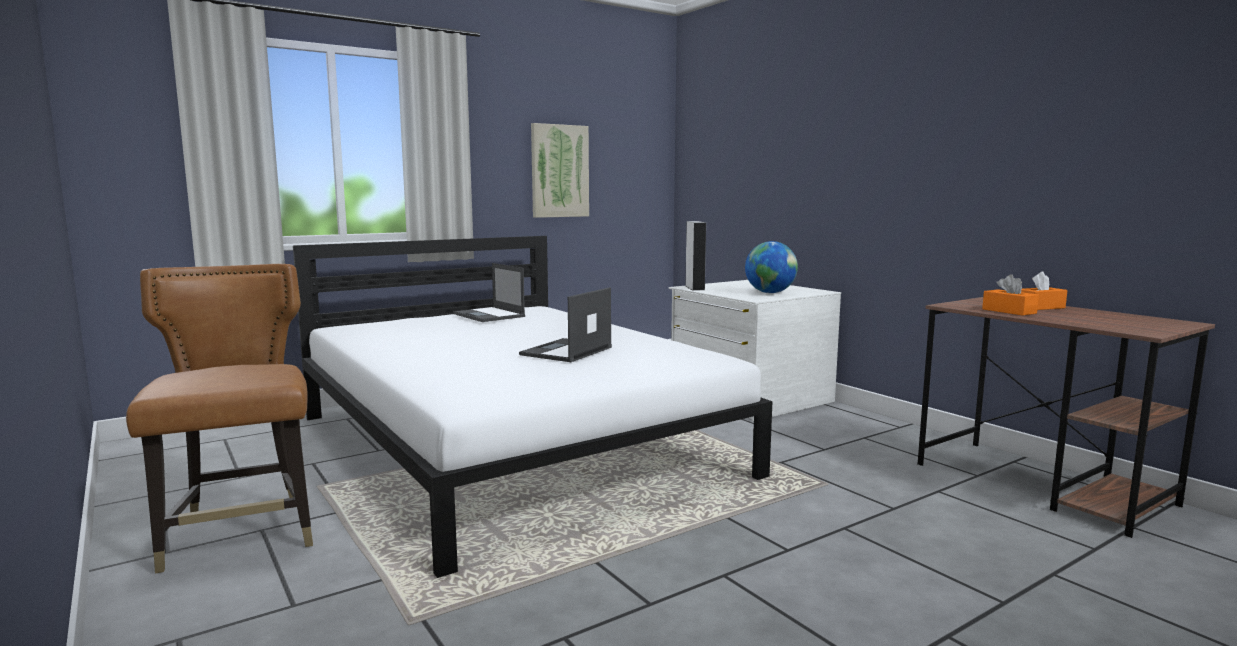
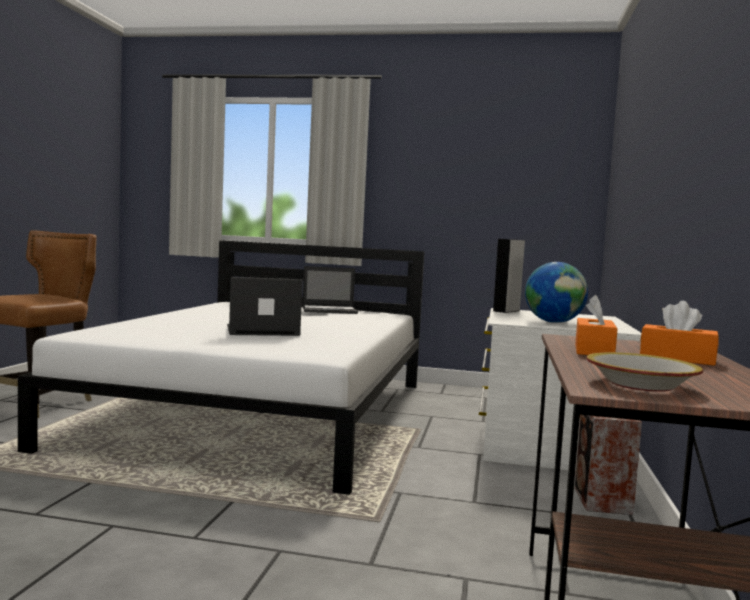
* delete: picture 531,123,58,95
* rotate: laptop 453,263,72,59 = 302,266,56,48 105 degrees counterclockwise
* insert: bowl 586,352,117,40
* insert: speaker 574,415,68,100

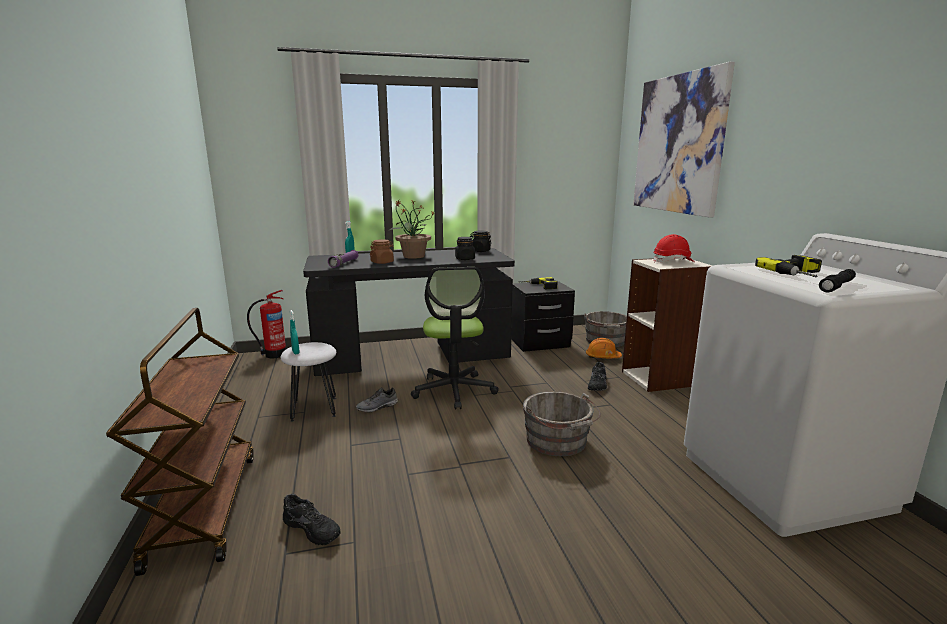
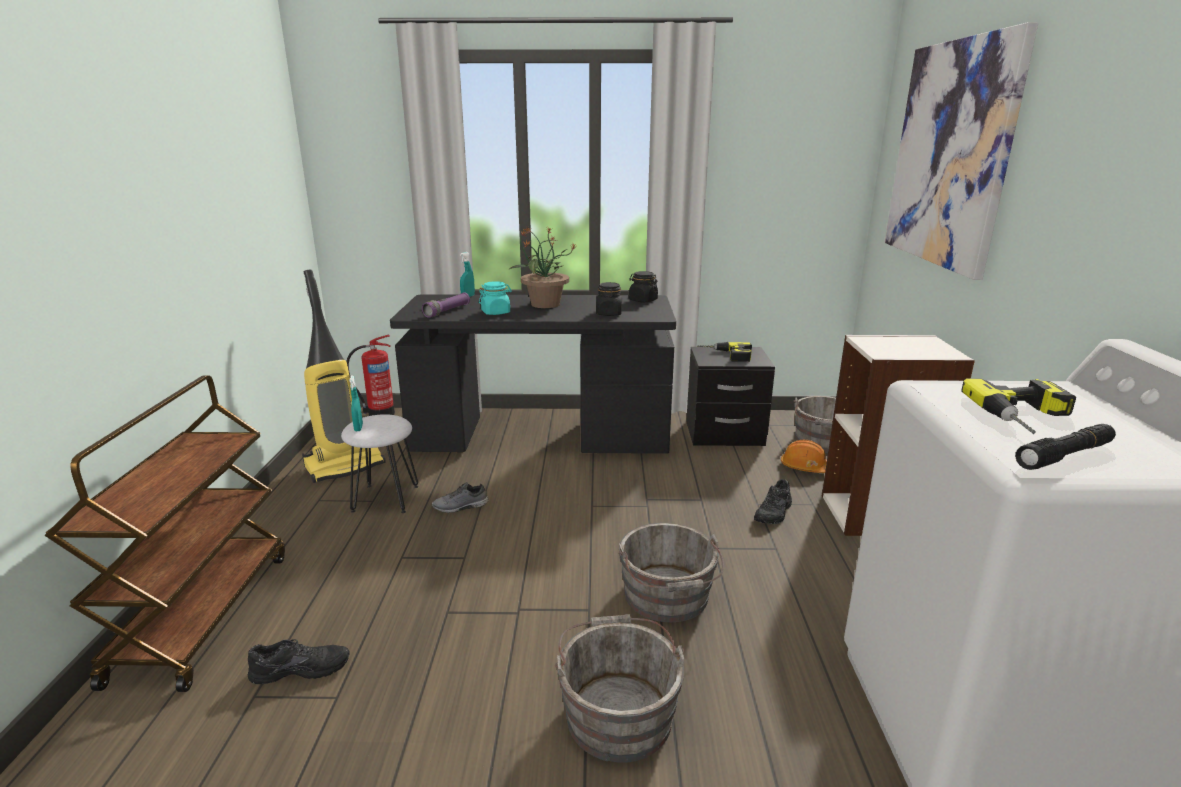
* delete: red_hard_hat 653,234,41,29
* recolor: brown_jar 370,239,24,25 to turquoise_jar 479,281,33,34
* delete: office_chair 411,267,88,143
* rotate: black_shoe 283,494,58,51 = 248,639,102,45 60 degrees counterclockwise
* insert: vacuum_cleaner 302,270,84,213
* insert: grey_bucket 555,615,129,148

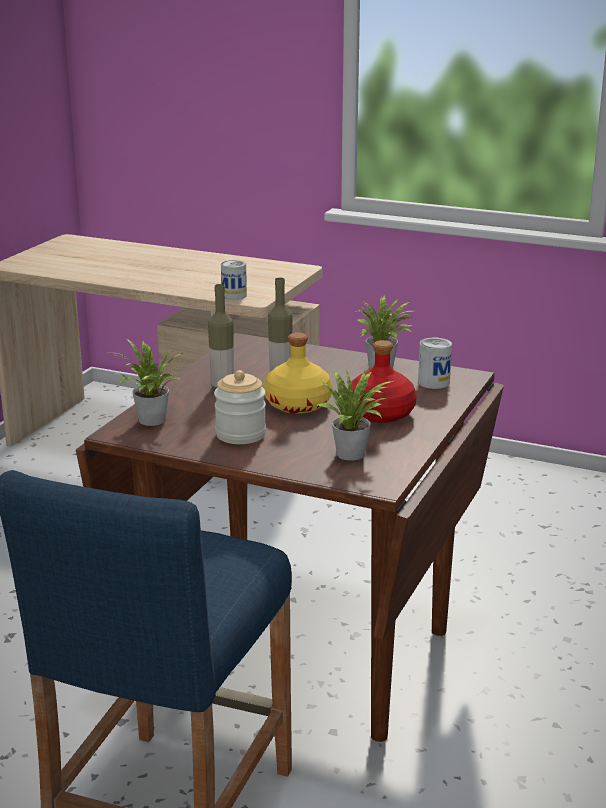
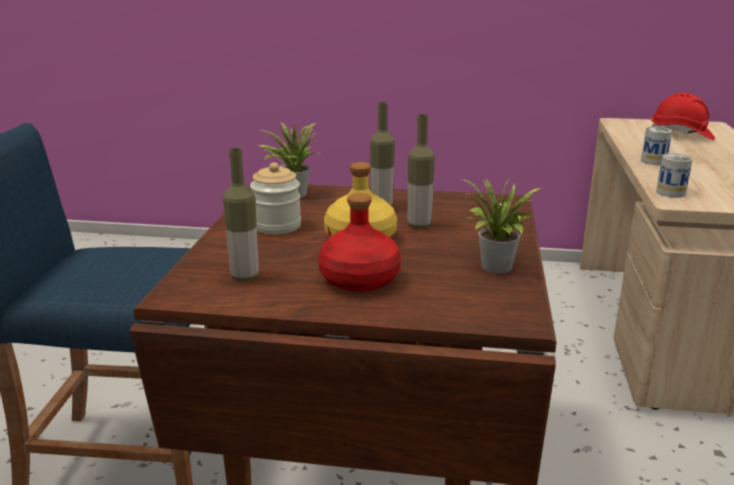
* move: can 418,338,34,51 to 641,127,31,38
* replace: potted_plant 316,369,77,92 to bottle 223,148,36,133
* insert: red_hard_hat 651,93,64,47

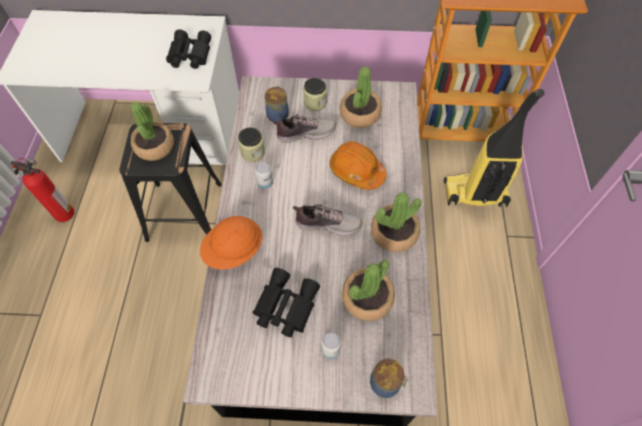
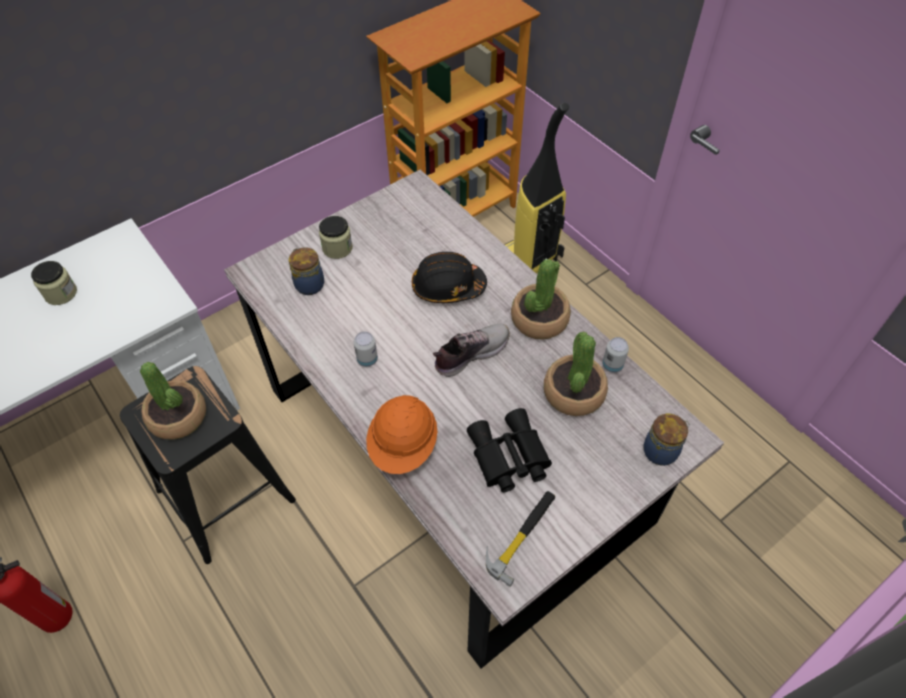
* delete: black_binoculars 166,29,45,40
* delete: potted_plant 340,67,42,61
* delete: shoe 273,115,63,28
* move: jar 238,127,27,35 to 31,261,46,44
* recolor: orange_hard_hat 329,141,57,49 to black_hard_hat 412,252,75,51
* move: can 321,333,20,26 to 602,337,27,36
* insert: hammer 486,491,69,96

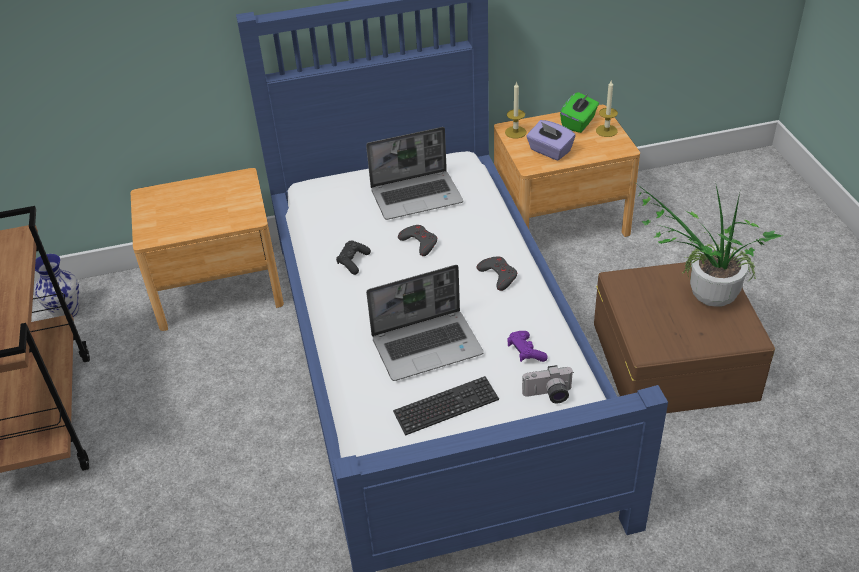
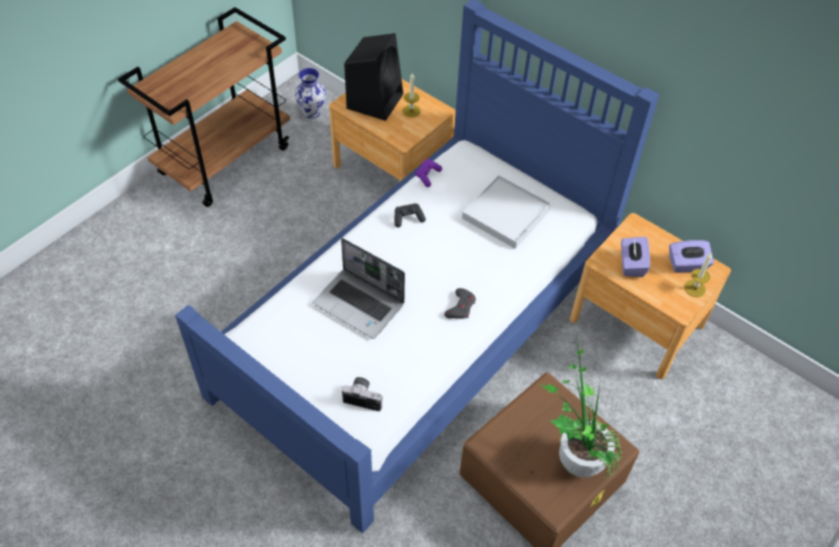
* move: candle 505,81,21,57 to 402,73,19,44
* recolor: green_tissue_box 560,92,39,41 to purple_tissue_box 669,240,45,33
* replace: laptop 366,127,97,93 to white_tray 462,175,89,74
* delete: grey_game_controller 398,225,40,31
* move: purple_game_controller 507,331,41,31 to 415,159,27,28
* rotate: photo_camera 522,365,51,38 = 342,377,41,34 150 degrees clockwise
* delete: keyboard 393,376,106,60
* insert: black_speaker 344,33,59,88

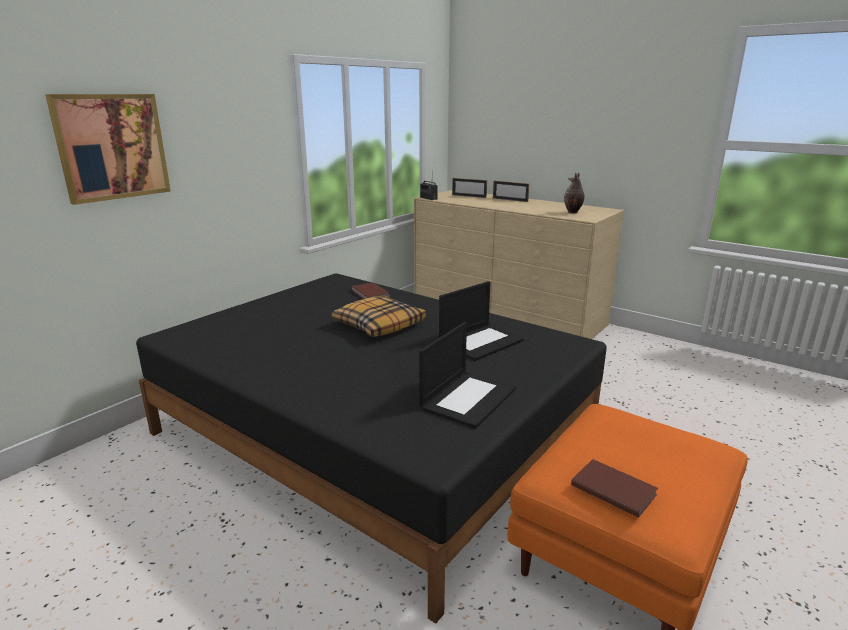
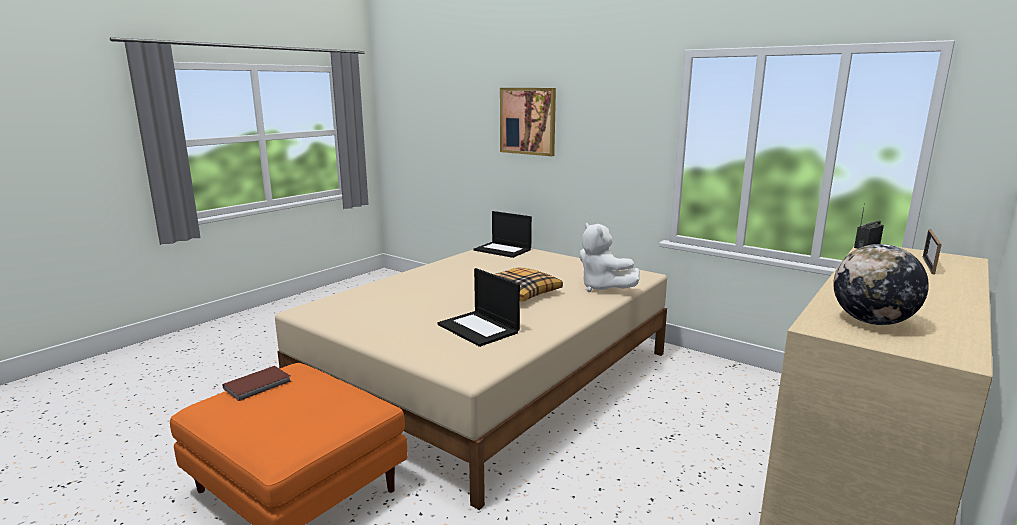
* replace: vase 564,172,21,42 to globe 833,244,96,81
* delete: picture_frame 493,181,36,21
* recolor: black_bed 136,273,471,351 to beige_bed 275,248,392,262
* replace: brown_book 352,282,39,17 to white_plush_toy 579,223,61,69
* move: laptop 419,322,97,107 to 473,211,59,47

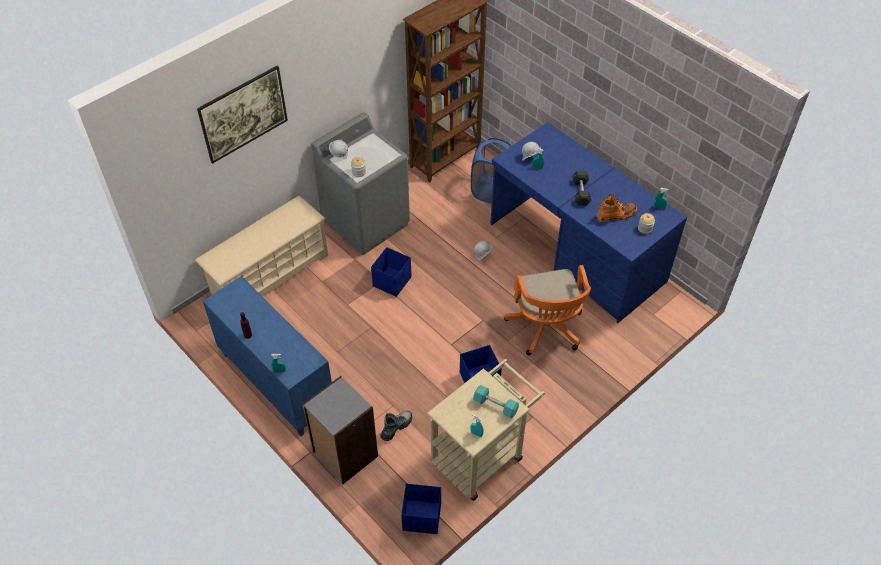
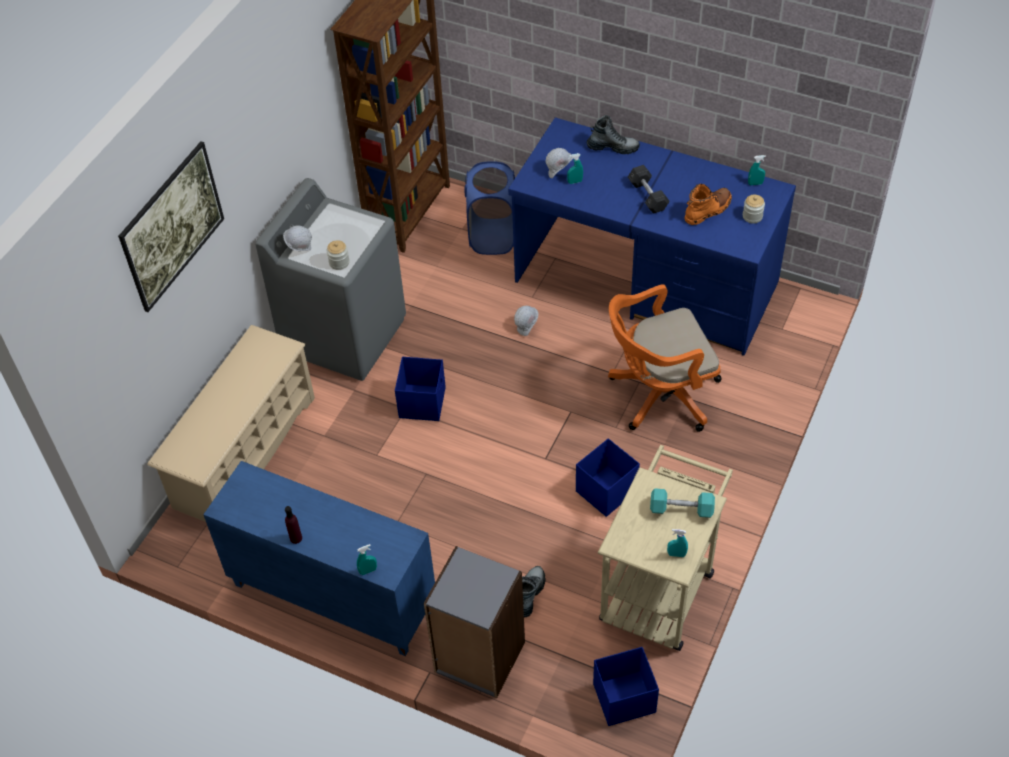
* rotate: orange_office_chair 504,265,87,90 = 608,284,114,148 105 degrees clockwise
* insert: boot 587,115,53,39

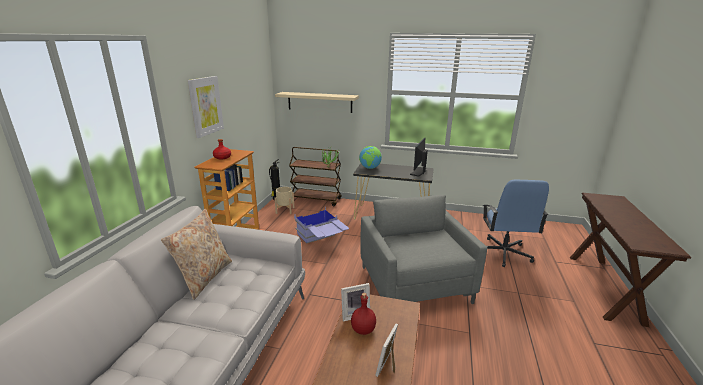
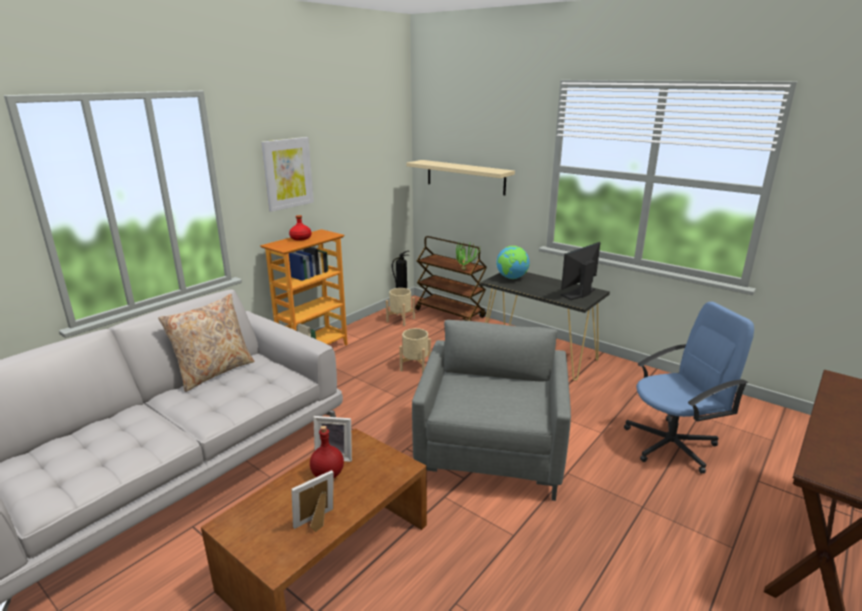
* rotate: blue_office_chair 483,180,66,87 = 624,302,130,172 135 degrees counterclockwise
* replace: blue_storage_box 294,207,55,37 to beige_planter 399,328,32,46

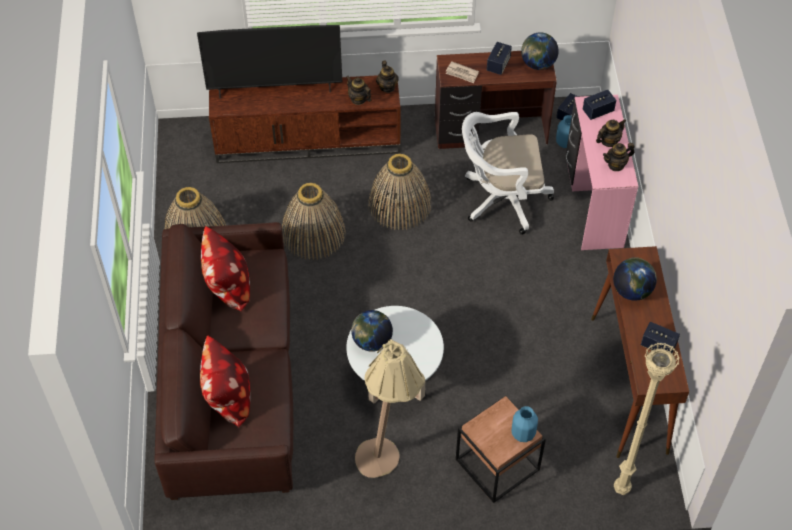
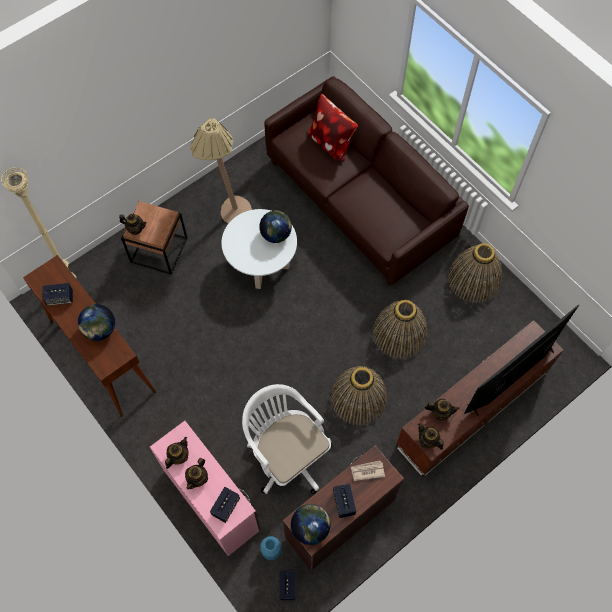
* rotate: white_office_chair 462,112,92,123 = 242,384,90,110 90 degrees counterclockwise
* delete: pillow 201,227,49,84
* replace: blue_vase 512,406,26,36 to teapot 119,214,27,21

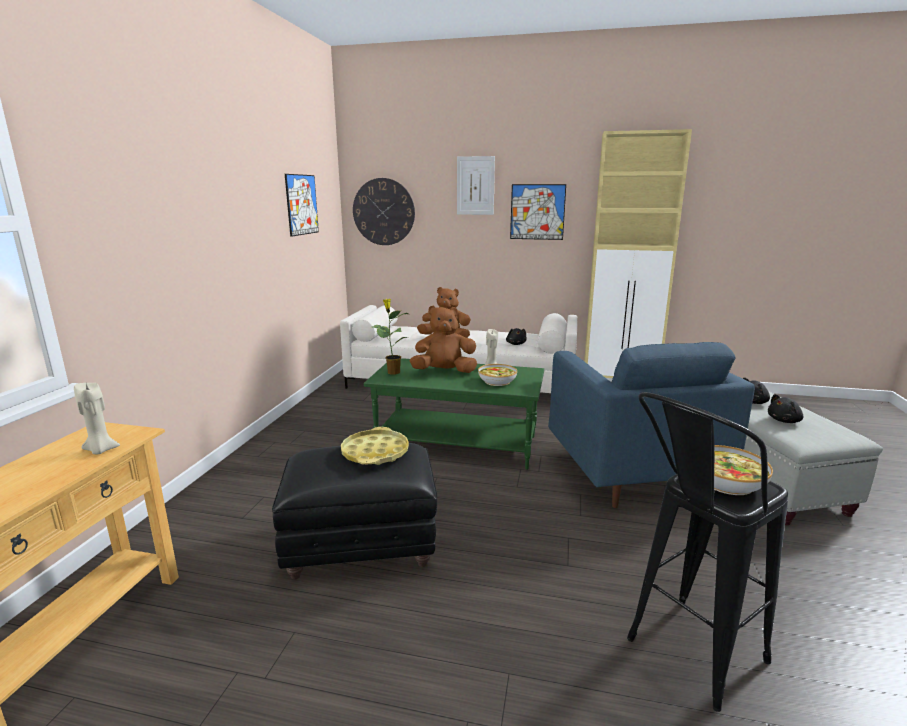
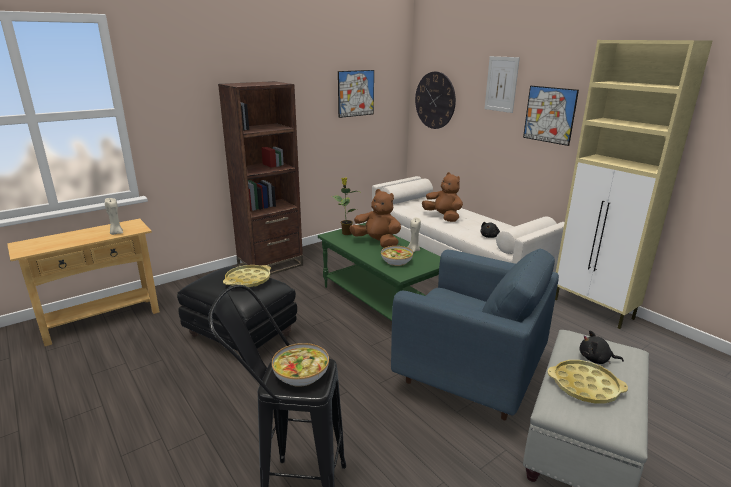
* rotate: blue_armchair 548,342,207,166 = 391,249,168,171 90 degrees counterclockwise
* replace: black_plush_toy 768,394,35,29 to yellow_tray 548,360,80,43
* insert: brown_bookcase 218,81,85,194

